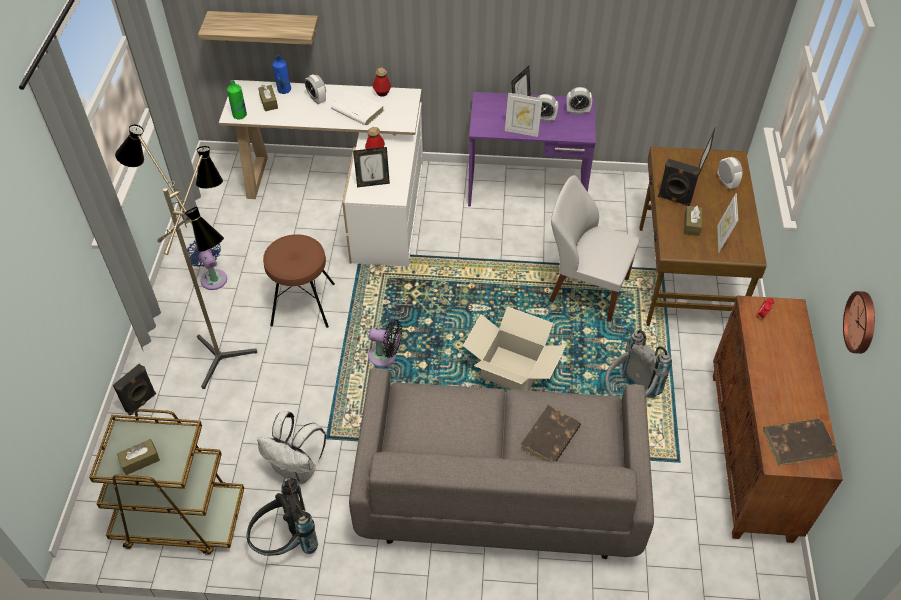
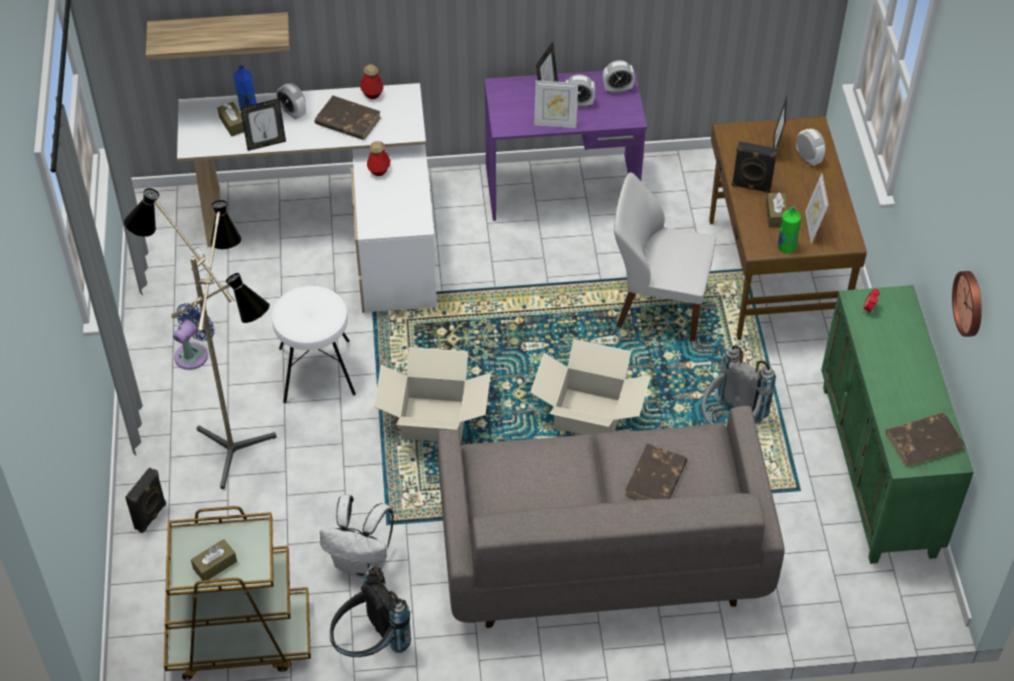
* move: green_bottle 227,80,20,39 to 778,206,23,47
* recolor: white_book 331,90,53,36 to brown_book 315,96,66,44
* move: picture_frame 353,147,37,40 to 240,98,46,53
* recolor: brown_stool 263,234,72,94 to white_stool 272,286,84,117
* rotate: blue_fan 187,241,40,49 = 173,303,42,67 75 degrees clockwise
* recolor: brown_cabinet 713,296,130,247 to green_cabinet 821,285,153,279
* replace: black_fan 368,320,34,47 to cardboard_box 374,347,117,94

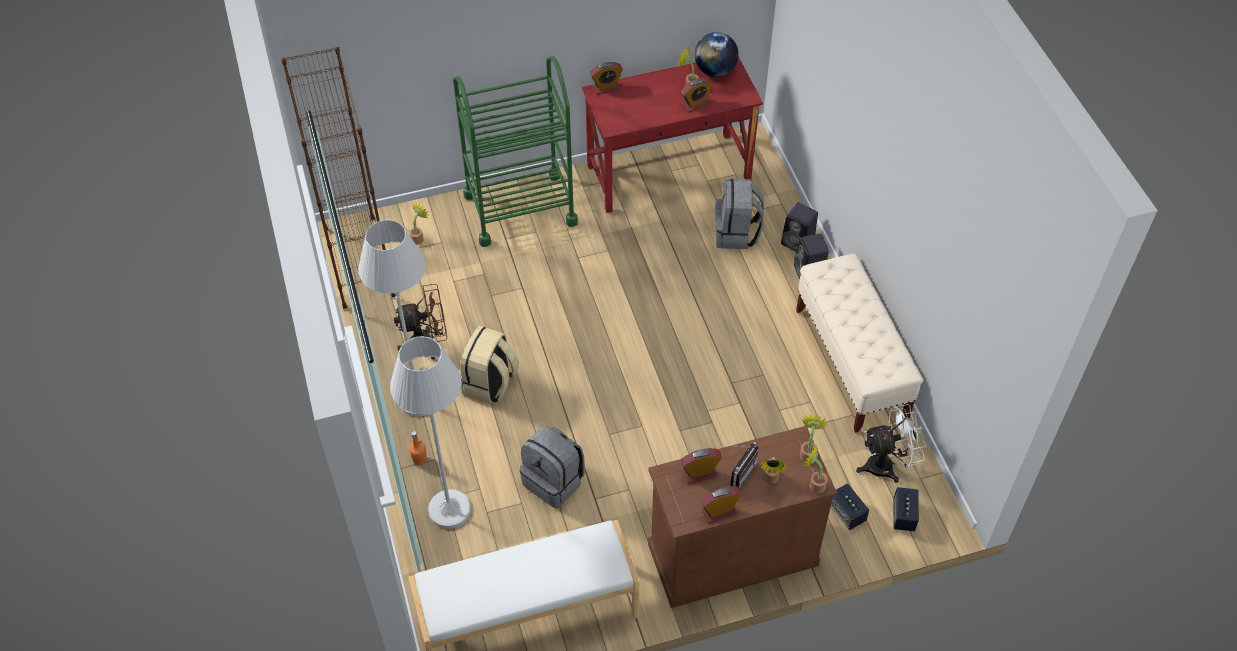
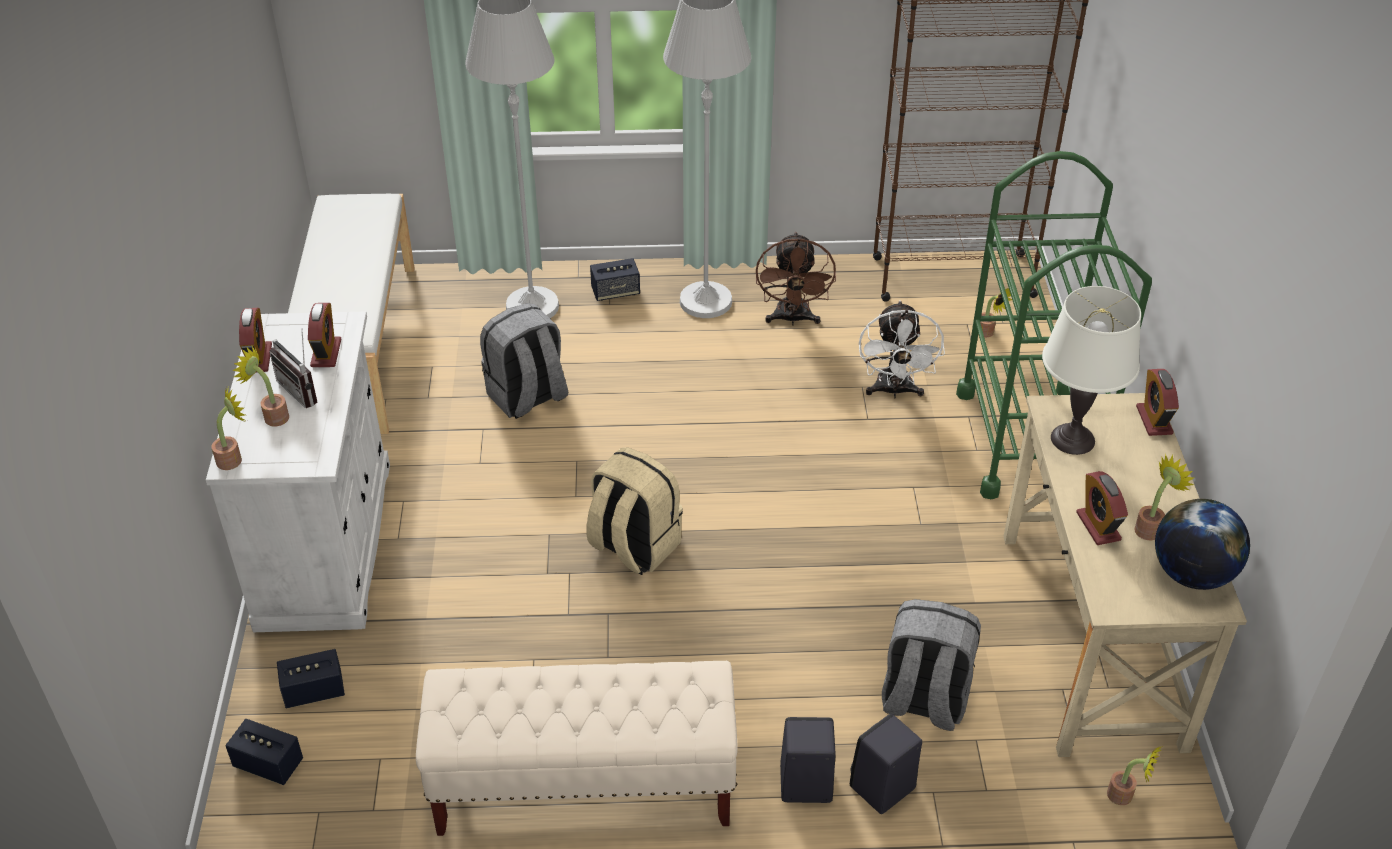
* recolor: red_desk 582,57,181,156 to beige_desk 1003,393,244,364
* move: beige_backpack 459,326,60,78 to 587,447,96,128
* move: white_fan 856,404,70,79 to 859,300,86,98
* move: potted_plant 800,414,27,48 to 1107,746,56,59
* recolor: brown_cabinet 648,426,189,182 to white_cabinet 206,312,184,320
* replace: orange_bottle 409,431,17,34 to speaker 590,258,50,43
* insert: white_table_lamp 1042,286,99,169

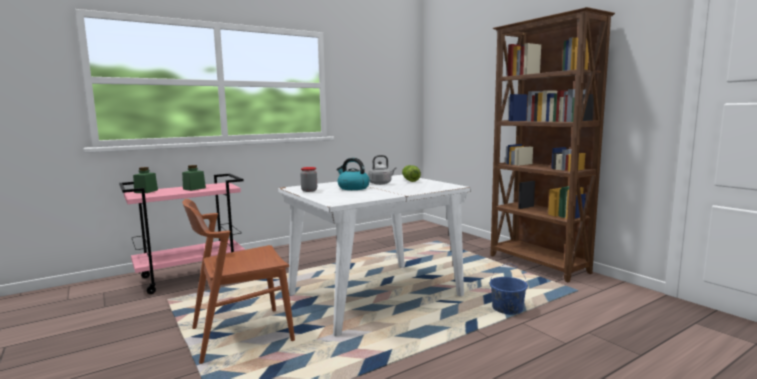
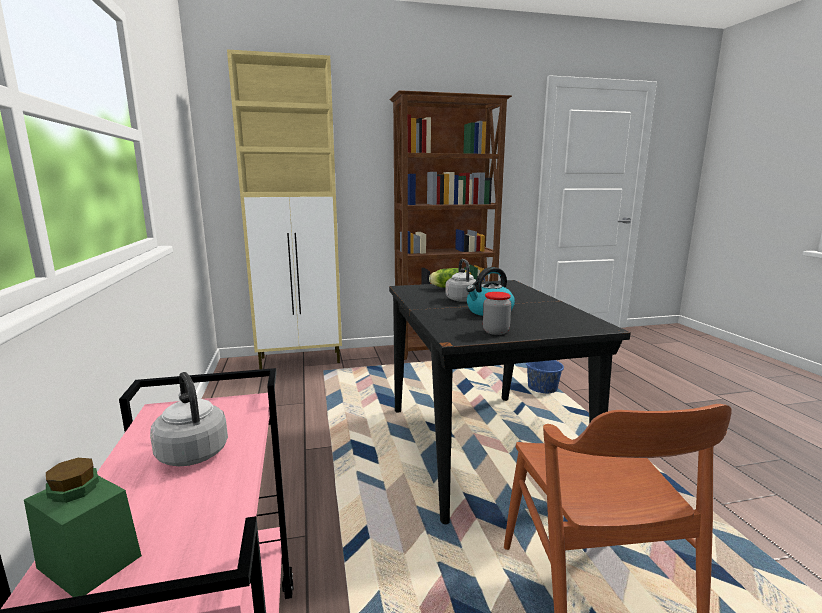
* replace: green_jar 182,165,24,26 to grey_kettle 150,372,78,94
* recolor: white_dining_table 278,175,193,161 to black_dining_table 389,280,242,244
* insert: beige_cabinet 227,49,115,321

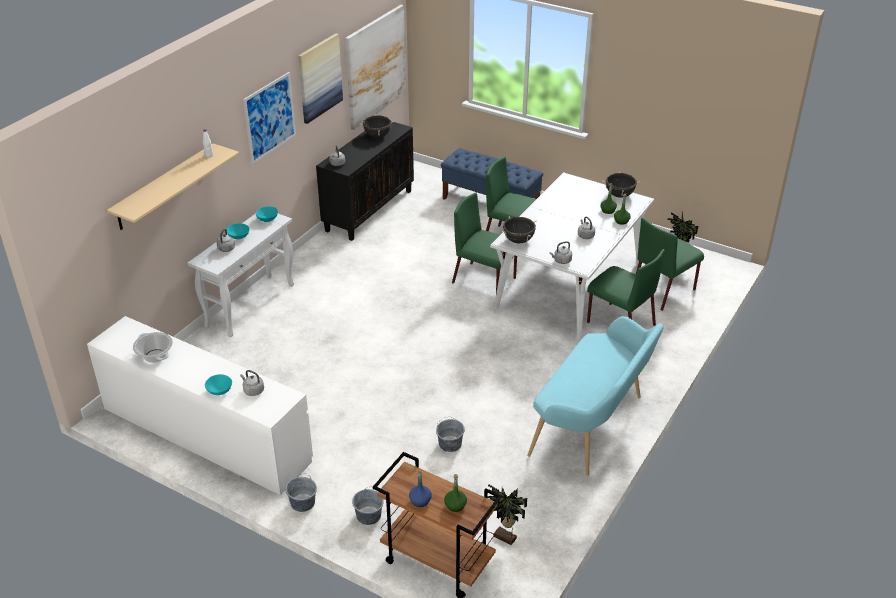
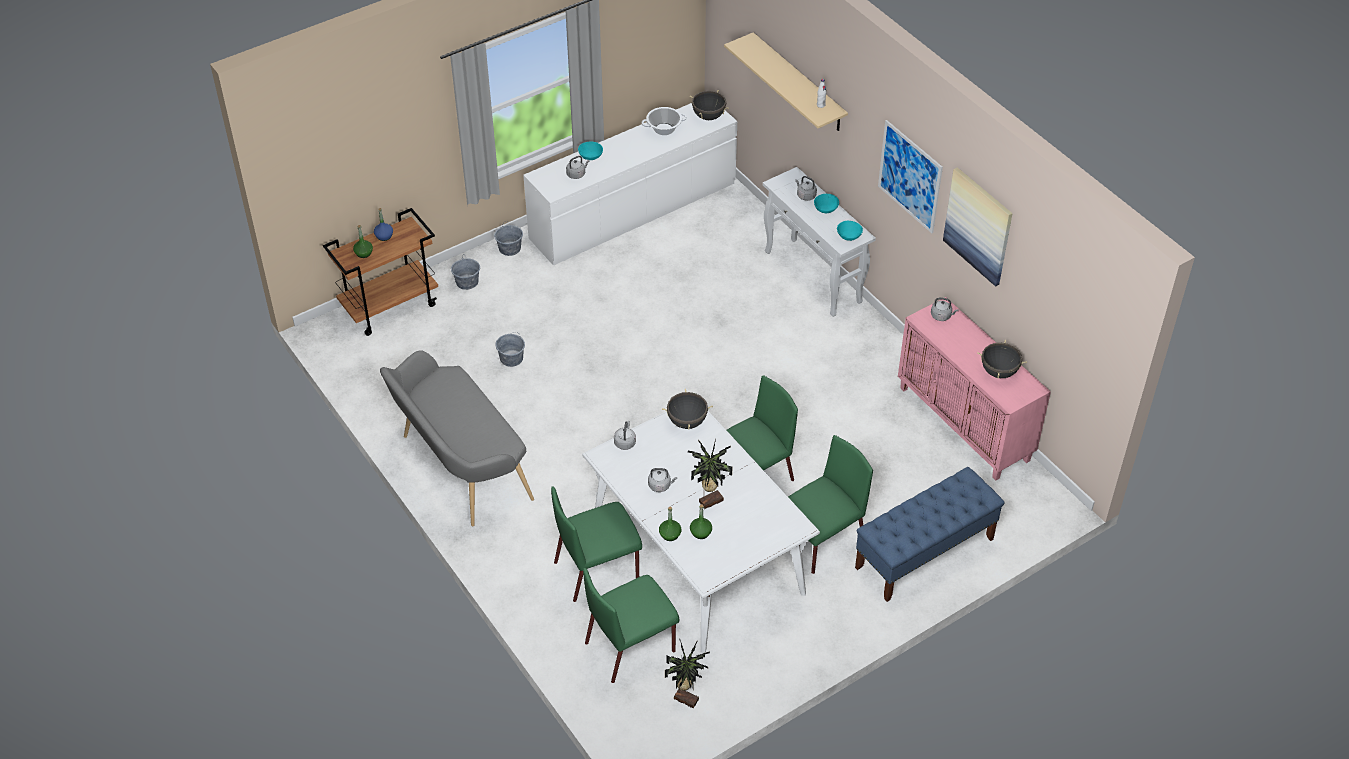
* delete: picture 345,5,61,125
* recolor: black_cabinet 316,121,98,120 to pink_cabinet 898,297,153,184
* move: black_cooking_pot 602,171,38,27 to 690,90,38,30
* rotate: green_chair 636,218,68,93 = 583,568,96,115 105 degrees counterclockwise
* recolor: turquoise_bench 527,316,137,160 to grey_bench 380,350,154,176
* move: potted_plant 488,484,39,61 to 688,439,44,70

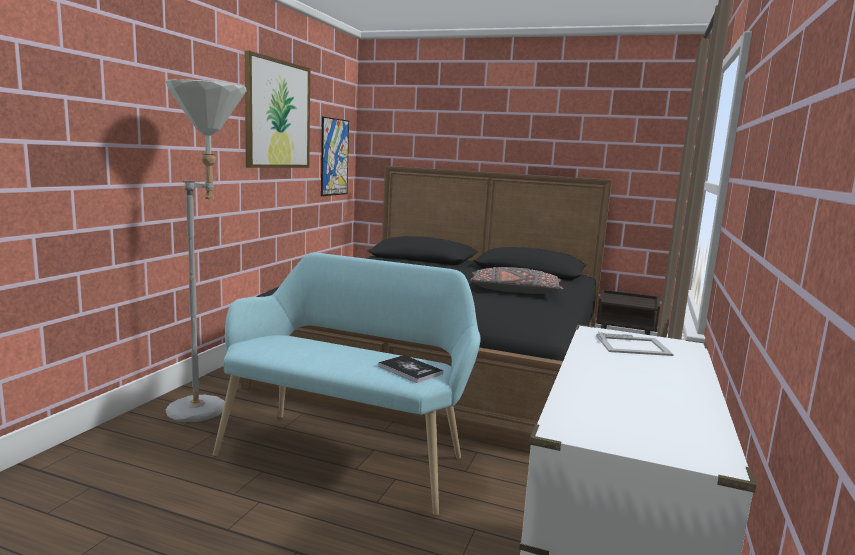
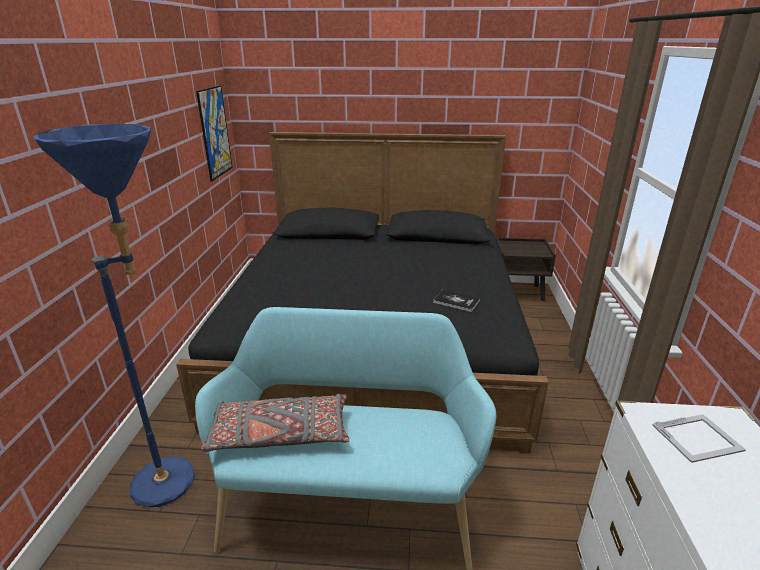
* delete: picture 244,51,66,117
* recolor: grey_floor_lamp 166,79,81,343 to blue_floor_lamp 33,124,162,383
* move: grey_pillow 470,267,93,27 to 201,394,148,58
* move: book 378,355,65,28 to 433,290,47,22

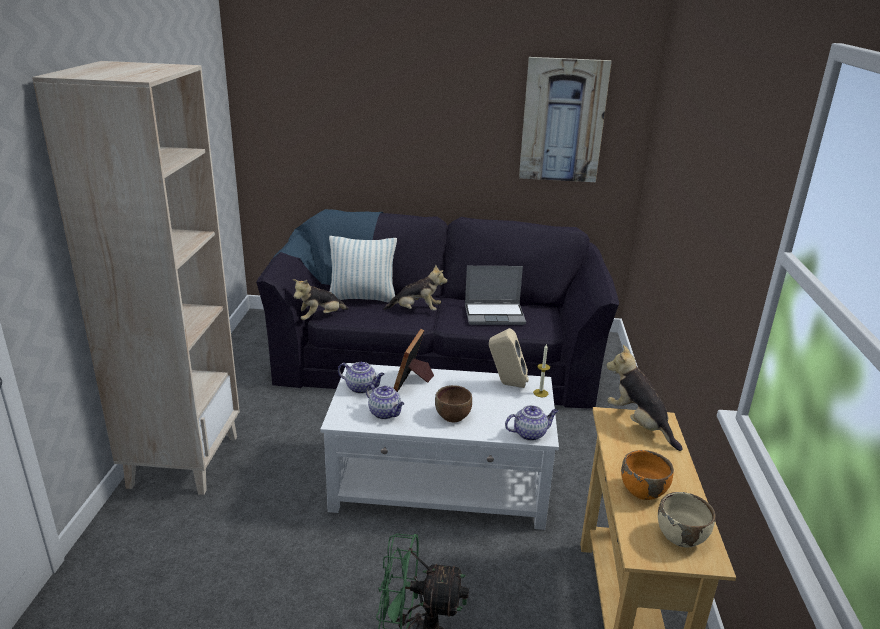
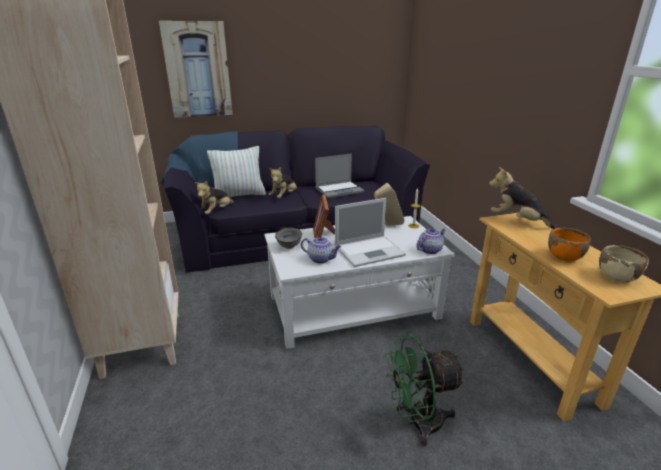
* move: picture 519,57,93,125 to 159,21,74,97
* rotate: plush_toy 384,264,63,47 = 269,167,28,31 135 degrees clockwise
* replace: teapot 338,362,47,32 to grey_bowl 275,227,27,22
* replace: brown_bowl 435,385,37,37 to laptop 335,198,71,69

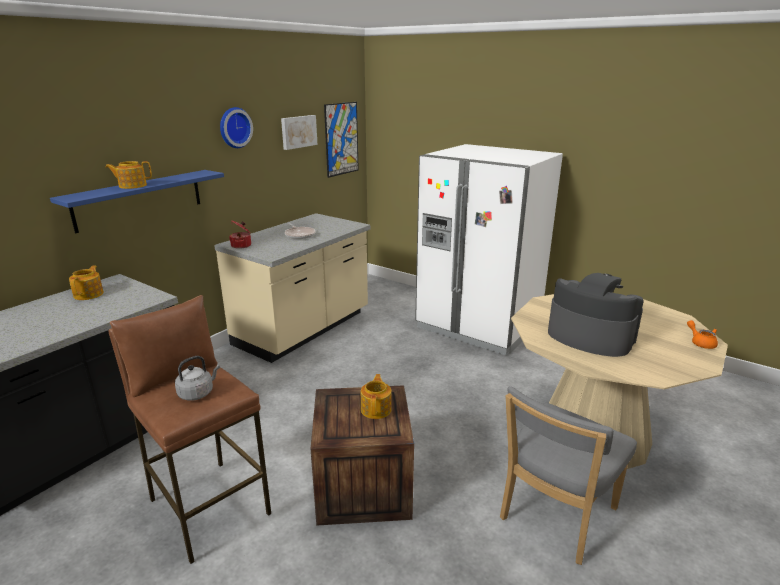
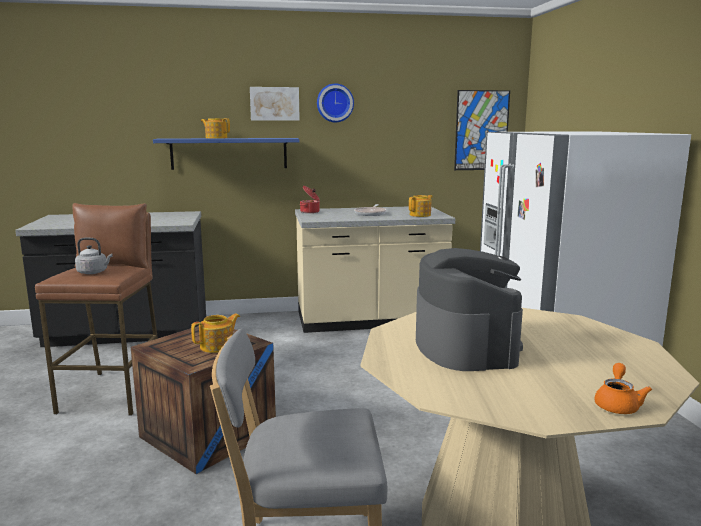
* move: picture 281,115,36,35 to 250,87,50,34
* move: teapot 69,265,35,35 to 409,195,24,22

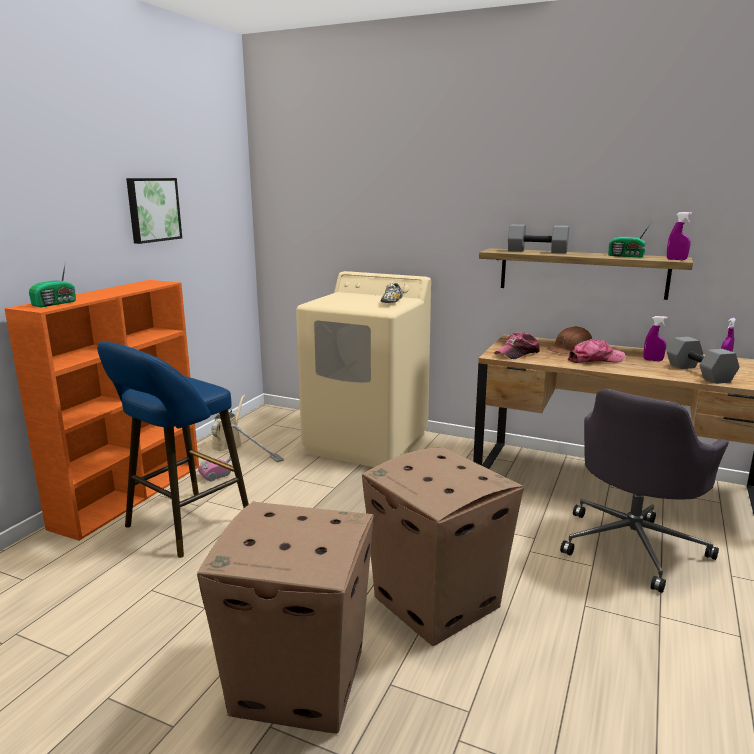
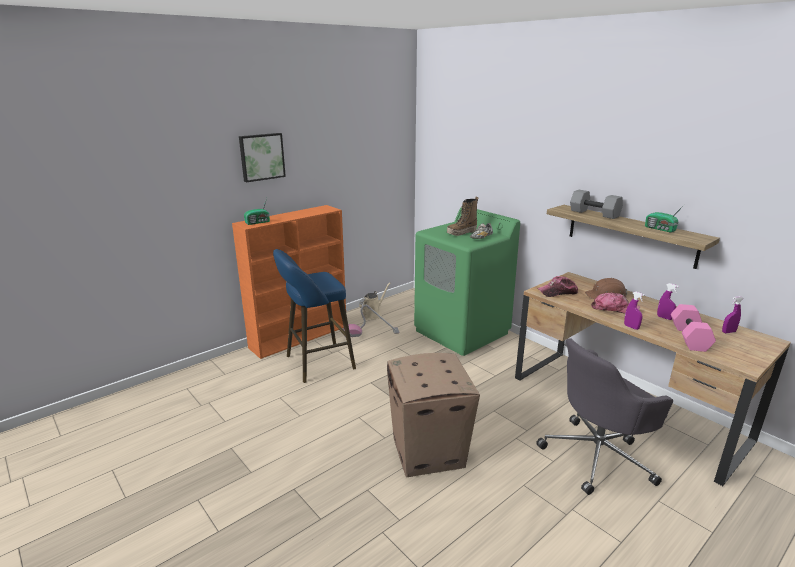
* move: picture 126,178,56,66 to 239,133,47,49
* move: purple_spray_bottle 667,212,25,48 to 624,292,21,38
* recolor: beige_washing_machine 296,271,135,196 to green_washing_machine 414,207,106,149
* recolor: grey_dumbbell 667,337,73,47 to pink_dumbbell 671,304,45,48
* delete: cardboard_box 197,502,177,232
* insert: boot 447,197,31,39

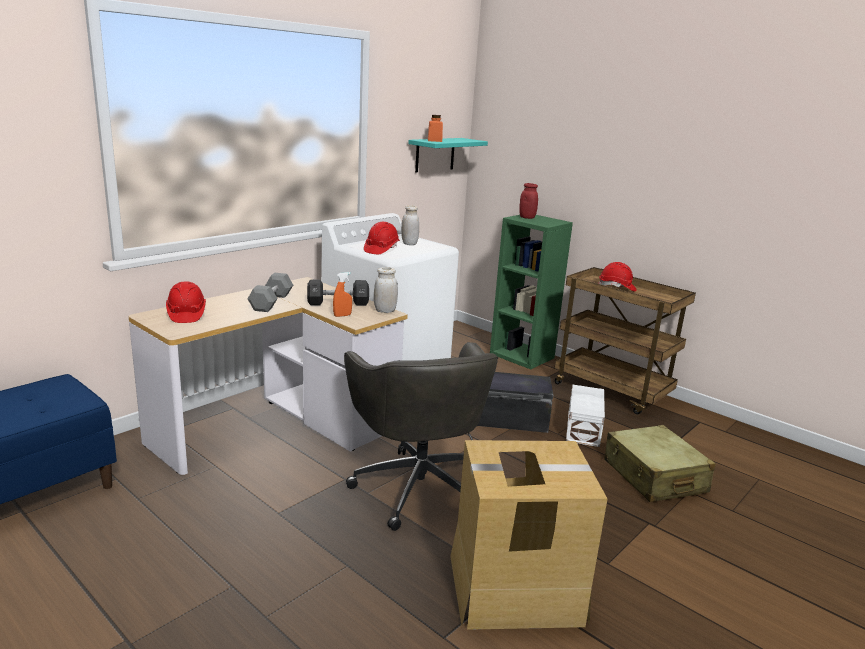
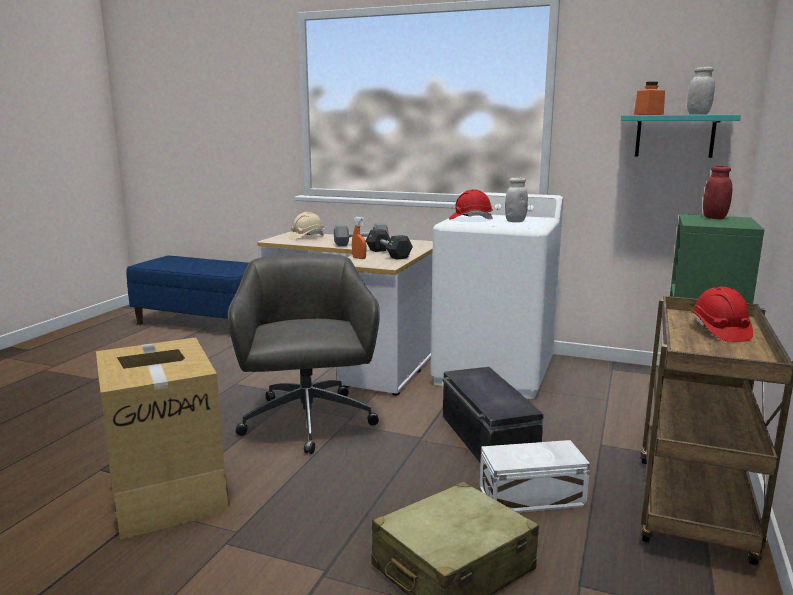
* move: white_jar 374,267,24,46 to 687,67,28,48
* recolor: red_hard_hat 166,281,40,42 to beige_hard_hat 288,212,36,28
* rotate: grey_office_chair 344,342,155,189 = 228,253,152,201 120 degrees clockwise

